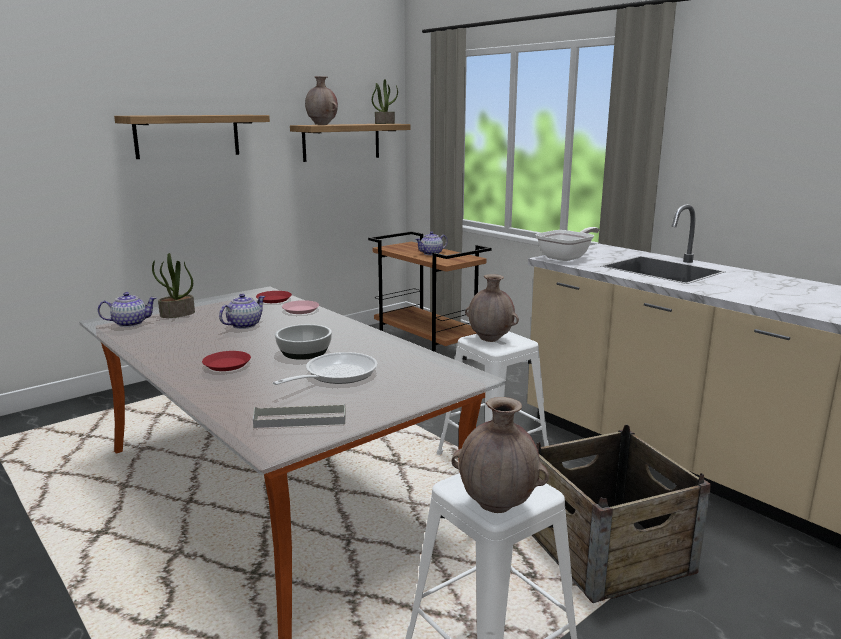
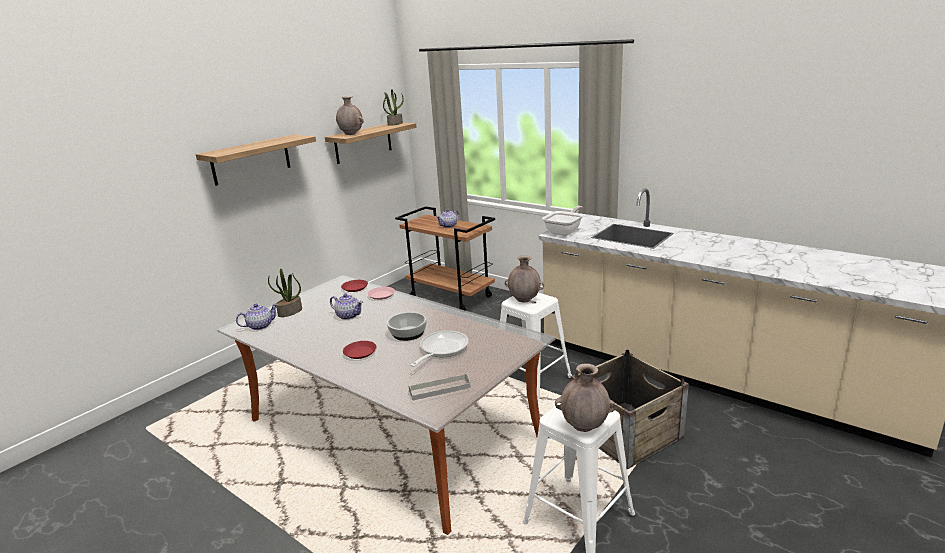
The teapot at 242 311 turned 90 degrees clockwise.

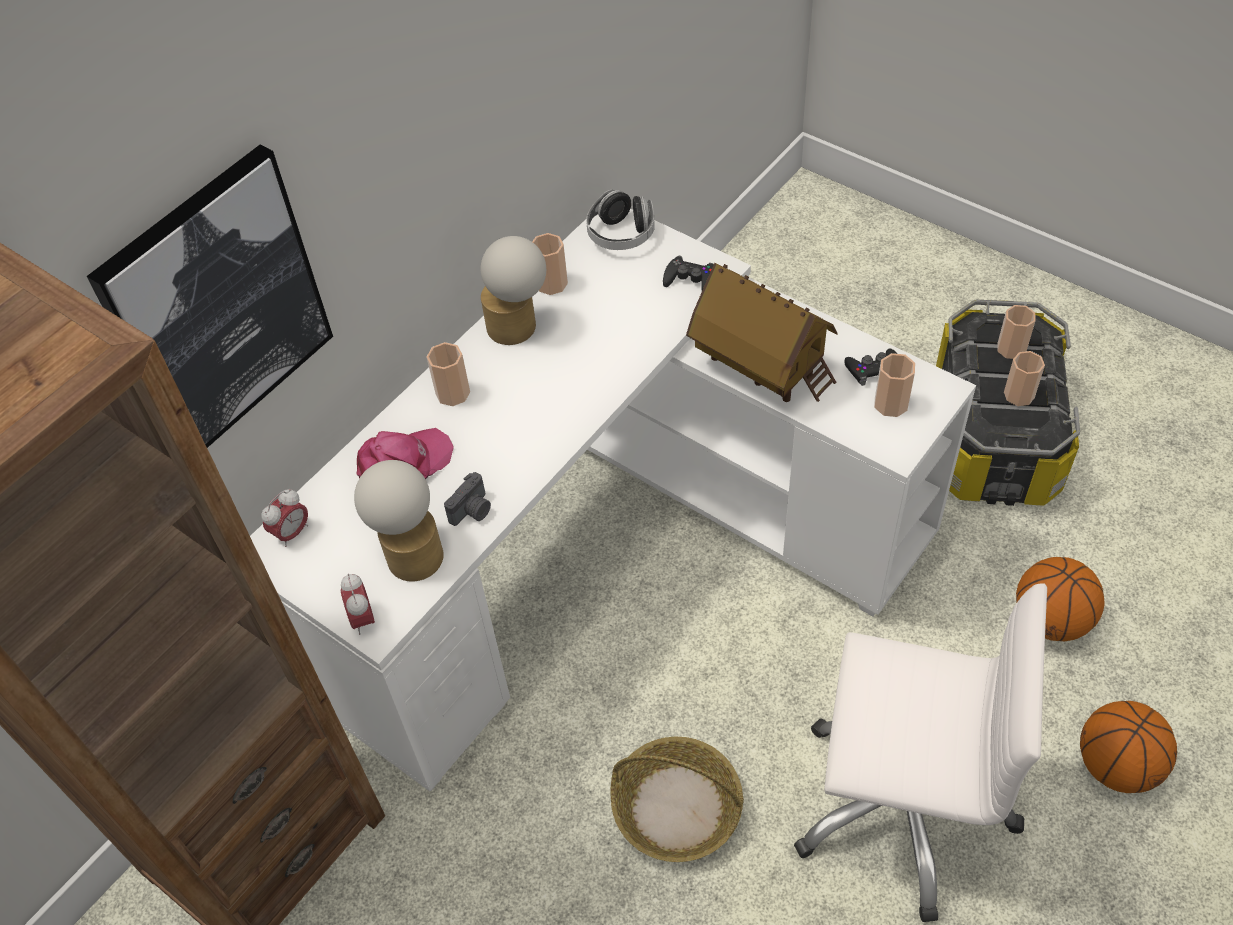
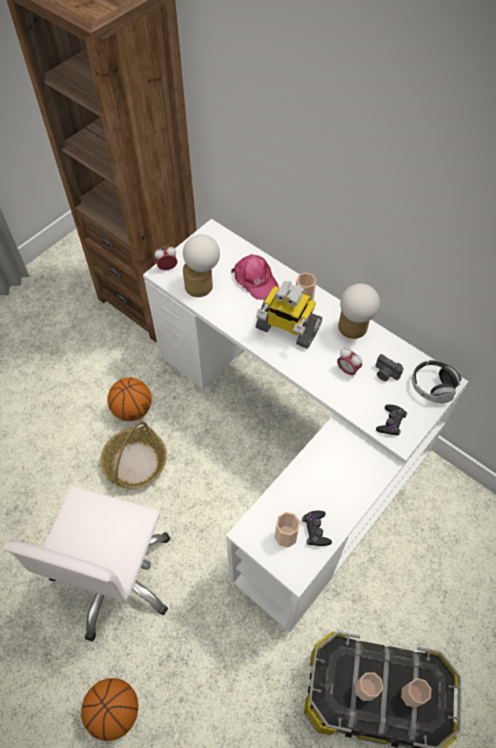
The picture at 210 296 disappeared. The cup at 550 264 disappeared. The toy house at 762 332 disappeared. The toy robot at 289 315 appeared. The alarm clock moved from 284 518 to 349 363. The photo camera moved from 467 499 to 390 367. The basketball moved from 1060 599 to 129 399.

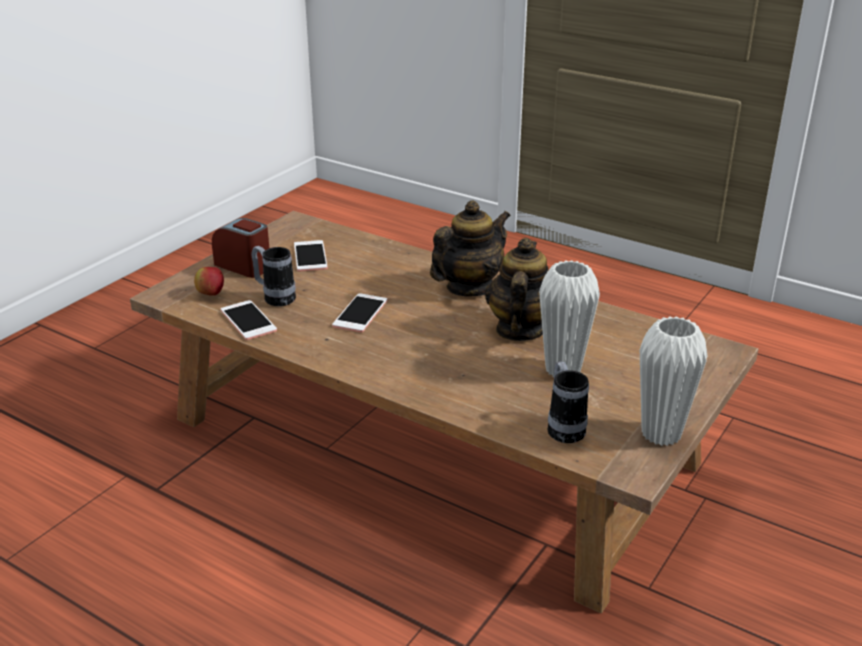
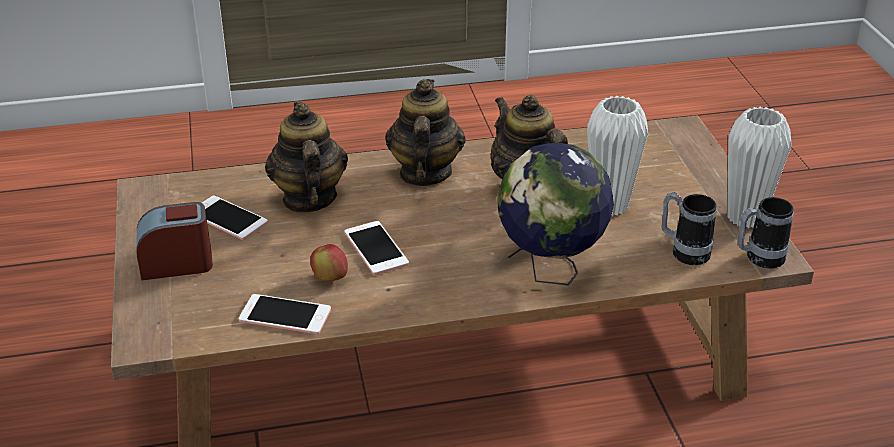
The teapot at 306 157 appeared. The globe at 555 214 appeared. The apple moved from 209 281 to 329 262. The mug moved from 273 276 to 766 233.

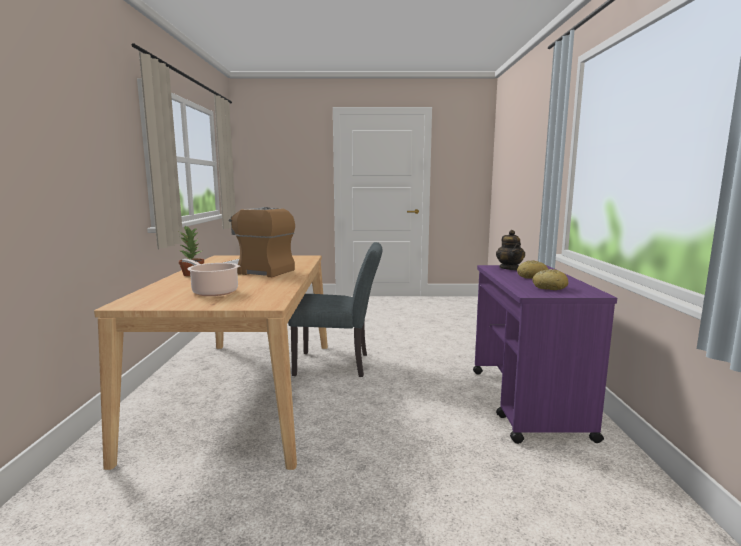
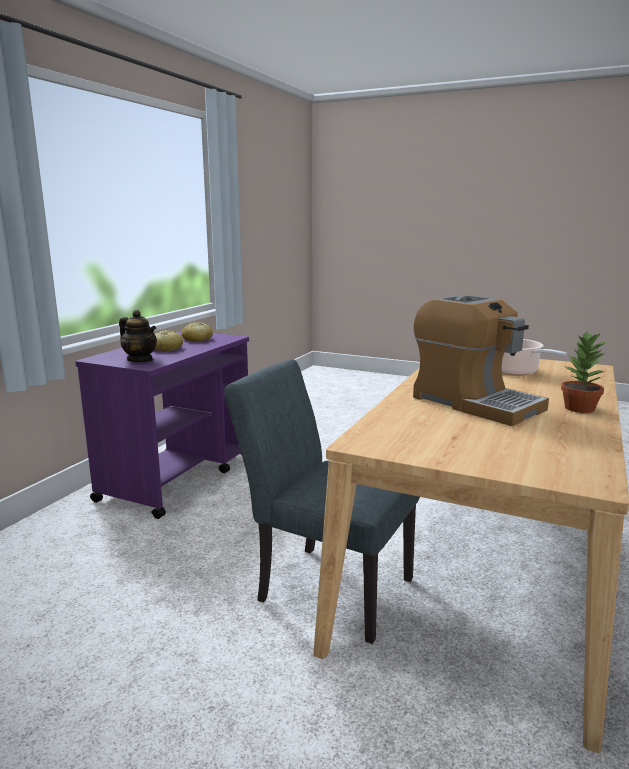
The teapot at 510 250 turned 105 degrees clockwise.

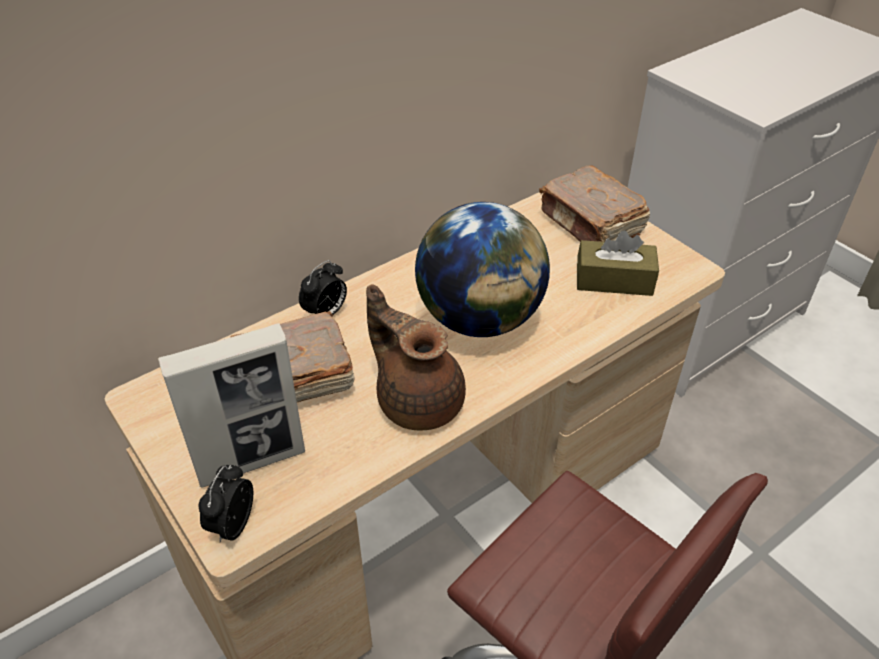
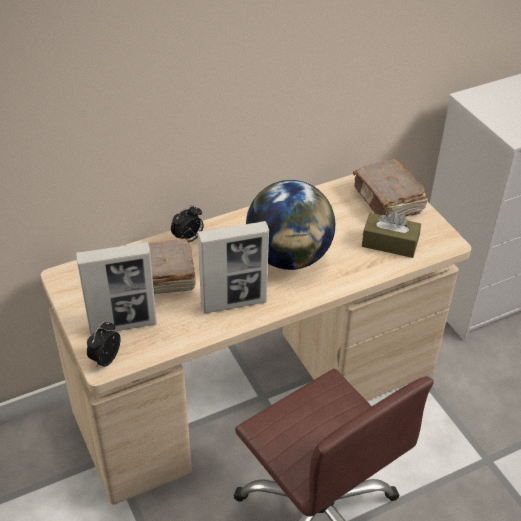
The brown teapot at 416 357 was replaced by the picture frame at 233 267.

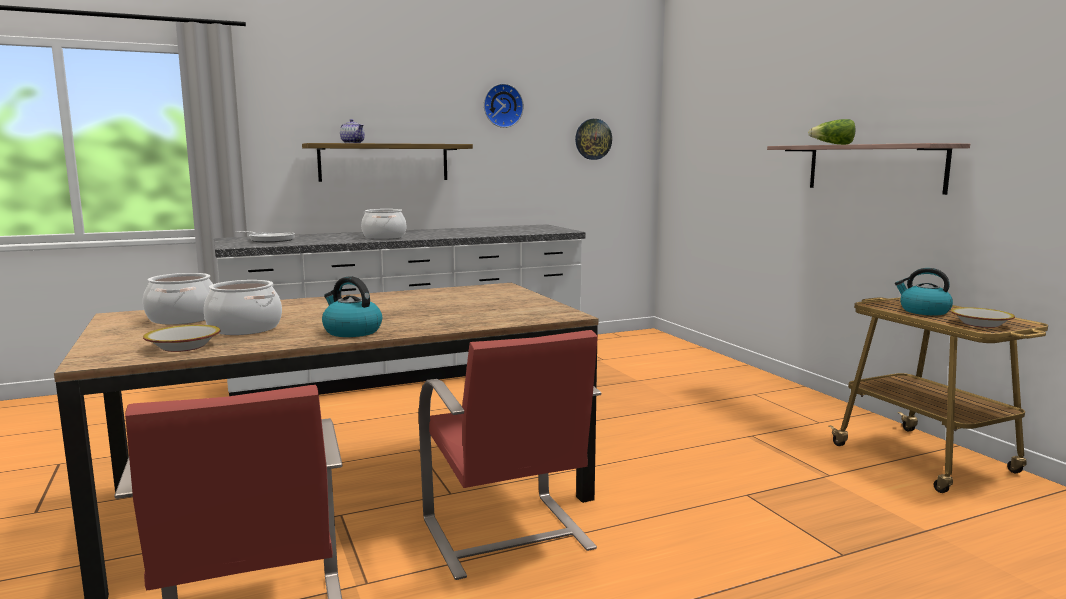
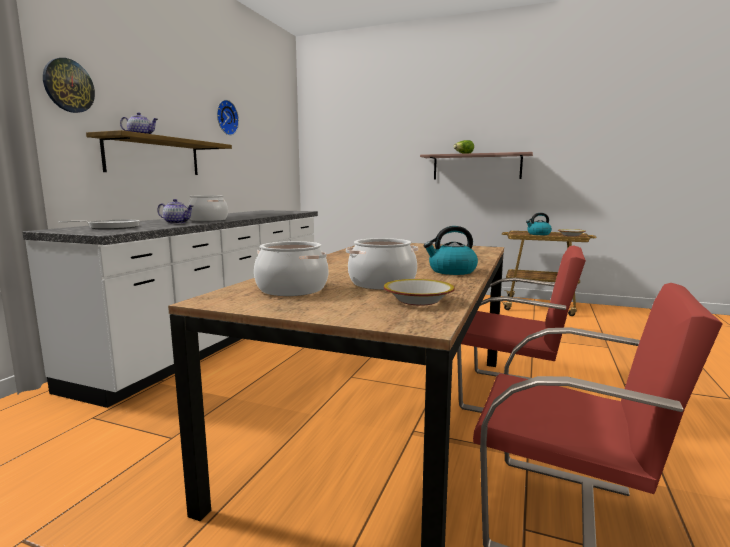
The teapot at 175 211 appeared. The wall clock moved from 593 139 to 69 85.

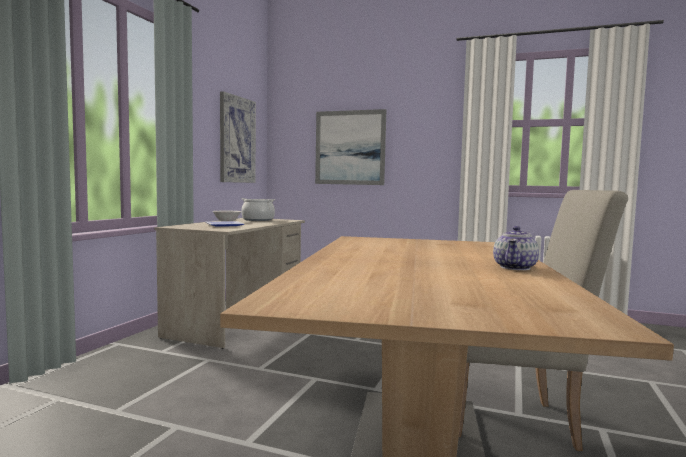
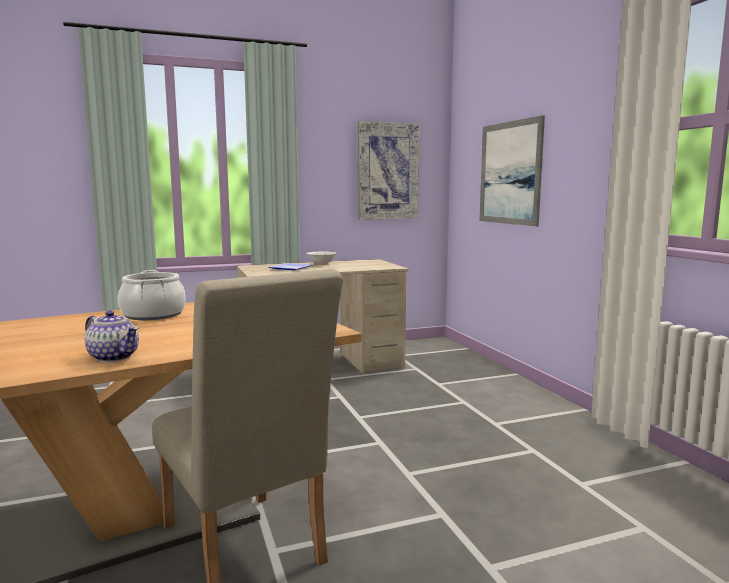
The cooking pot moved from 258 209 to 152 295. The teapot at 516 248 turned 135 degrees counterclockwise.

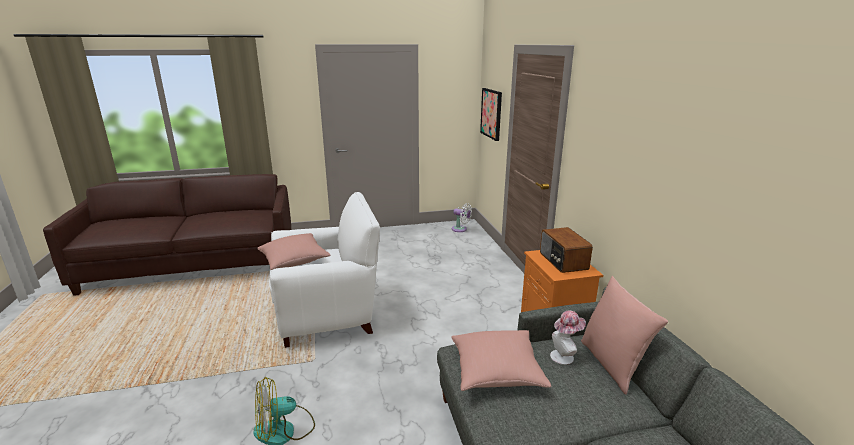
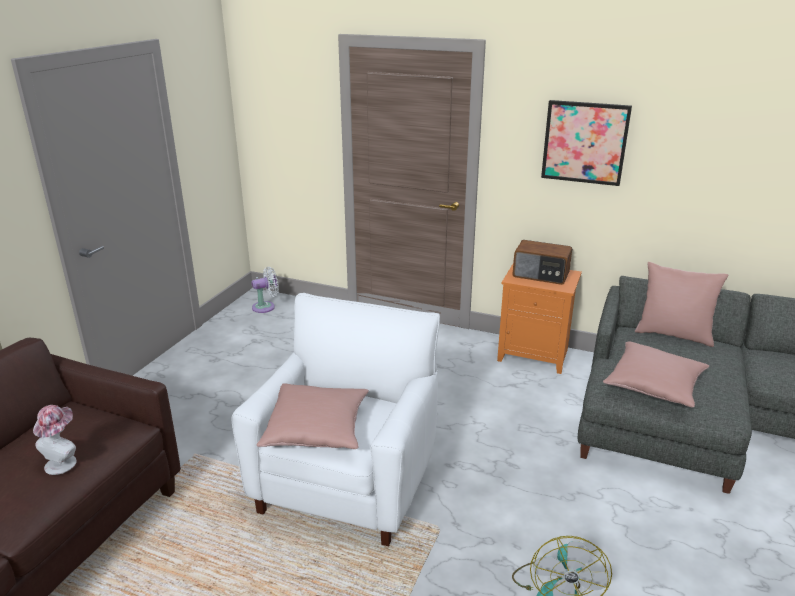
The picture moved from 491 114 to 586 143. The hat moved from 568 338 to 55 440.

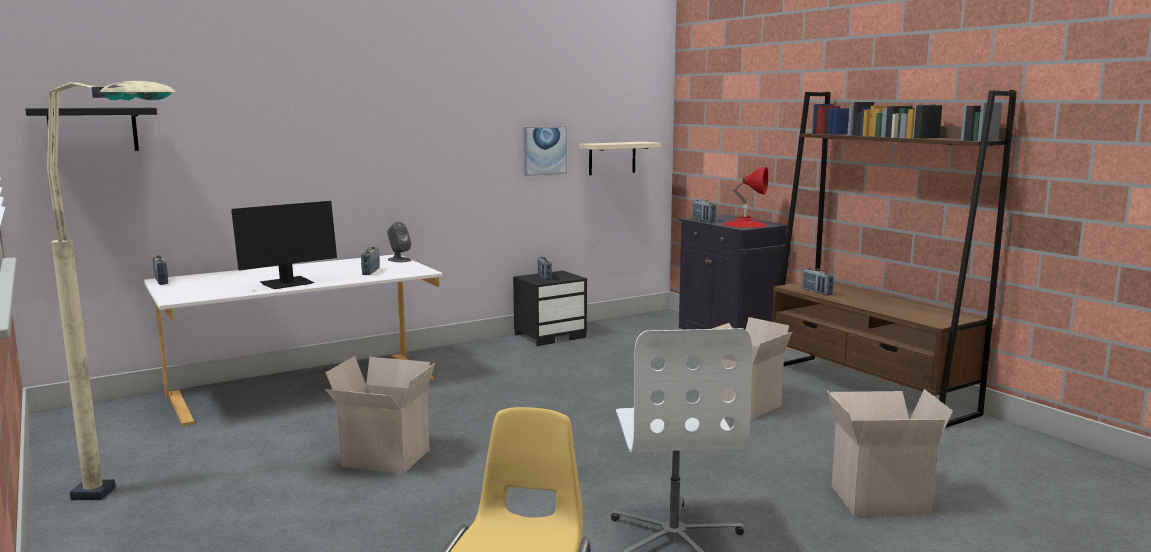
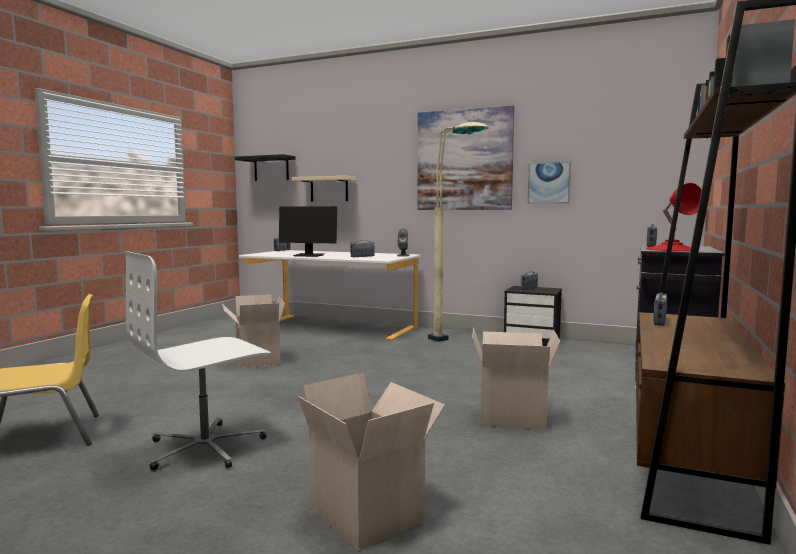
The picture at 465 157 appeared. The beige floor lamp moved from 111 290 to 458 232. The beige shelf moved from 620 158 to 324 189.

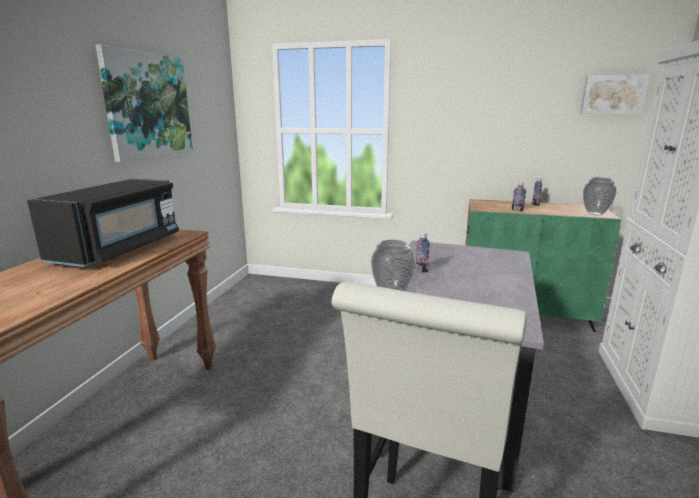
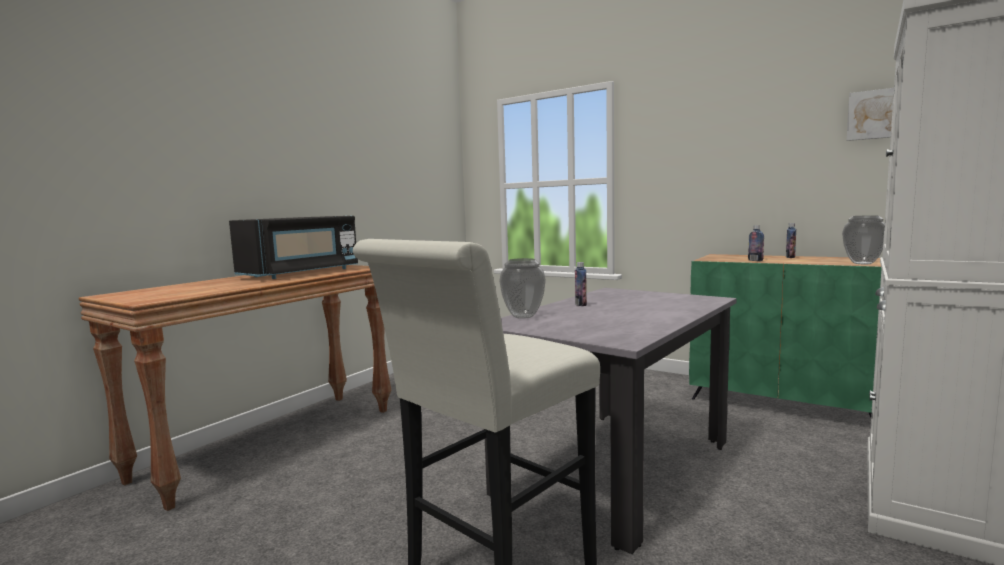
The picture at 144 103 disappeared.

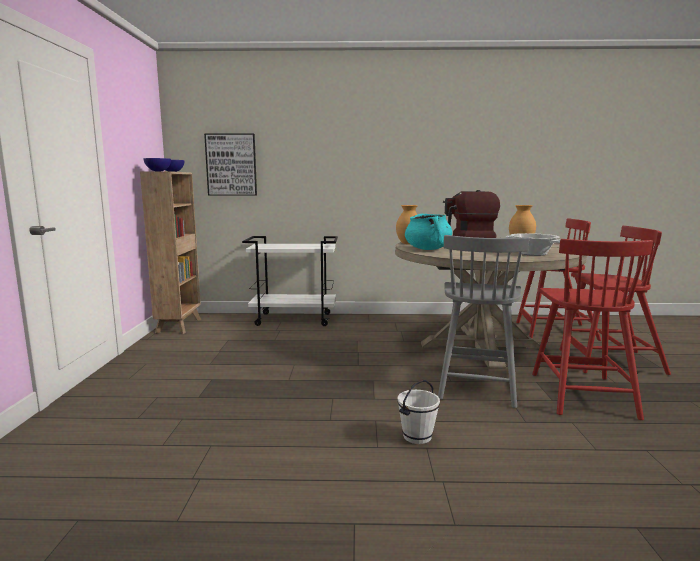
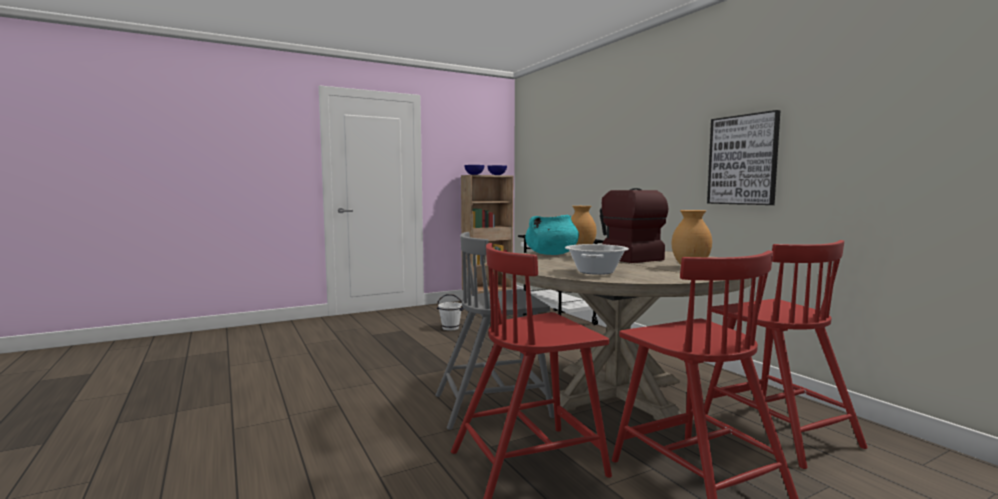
The picture moved from 230 164 to 744 157. The white bucket moved from 418 412 to 450 312.

